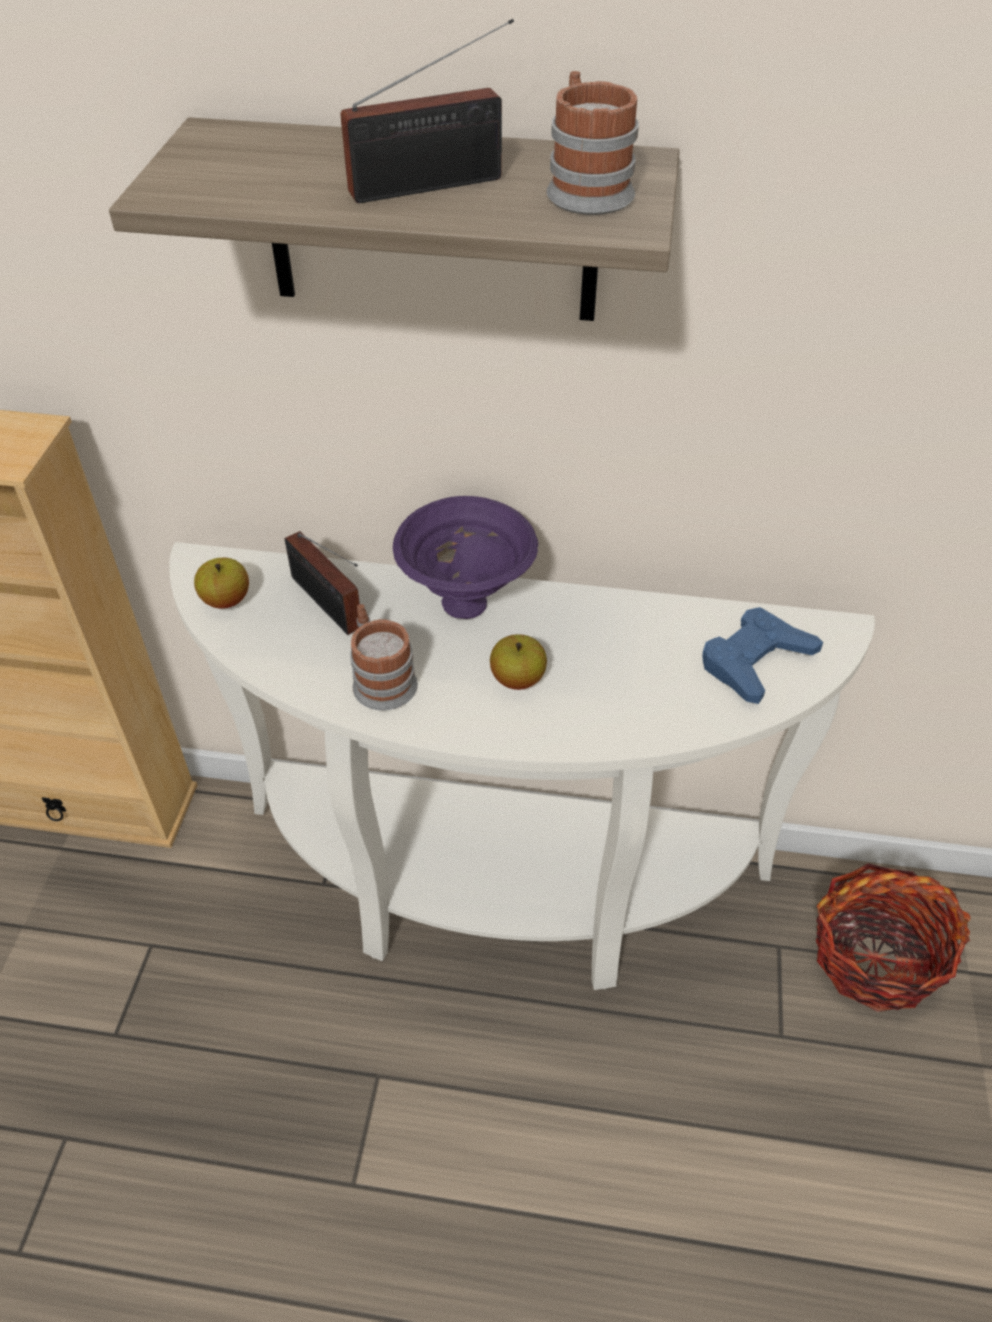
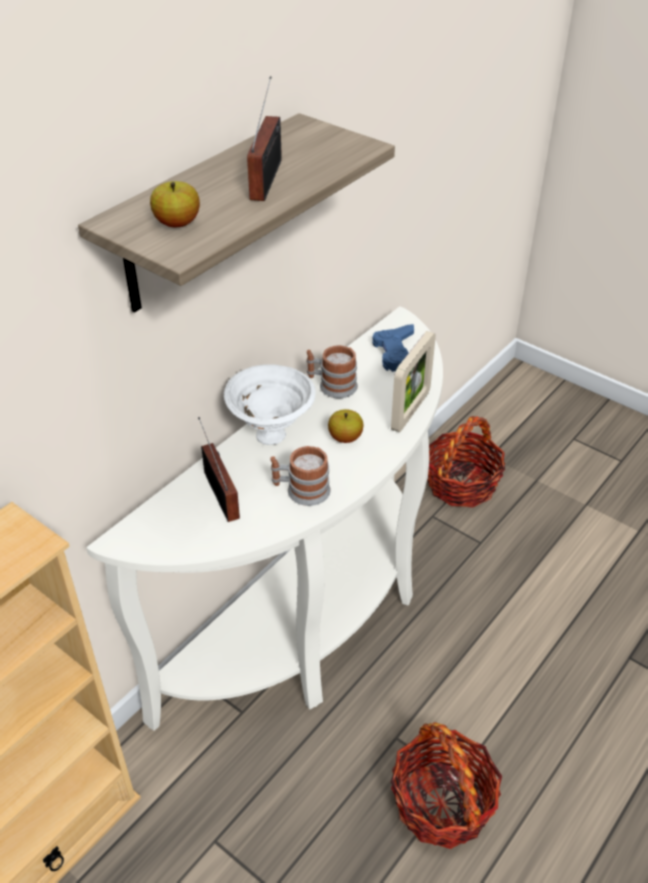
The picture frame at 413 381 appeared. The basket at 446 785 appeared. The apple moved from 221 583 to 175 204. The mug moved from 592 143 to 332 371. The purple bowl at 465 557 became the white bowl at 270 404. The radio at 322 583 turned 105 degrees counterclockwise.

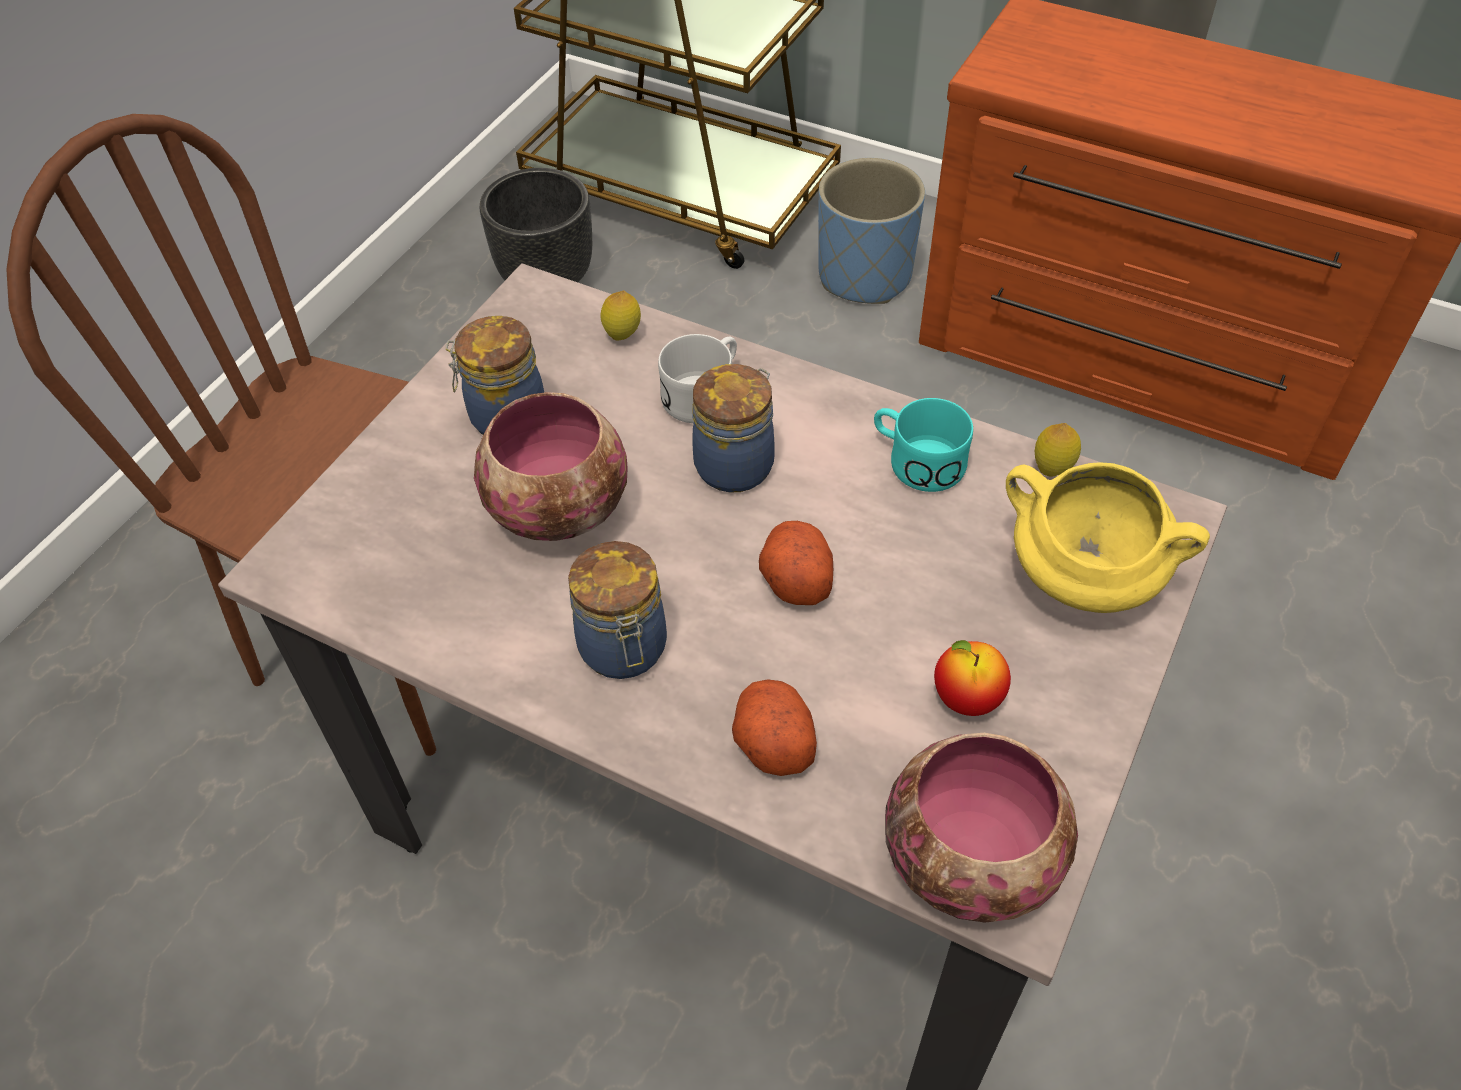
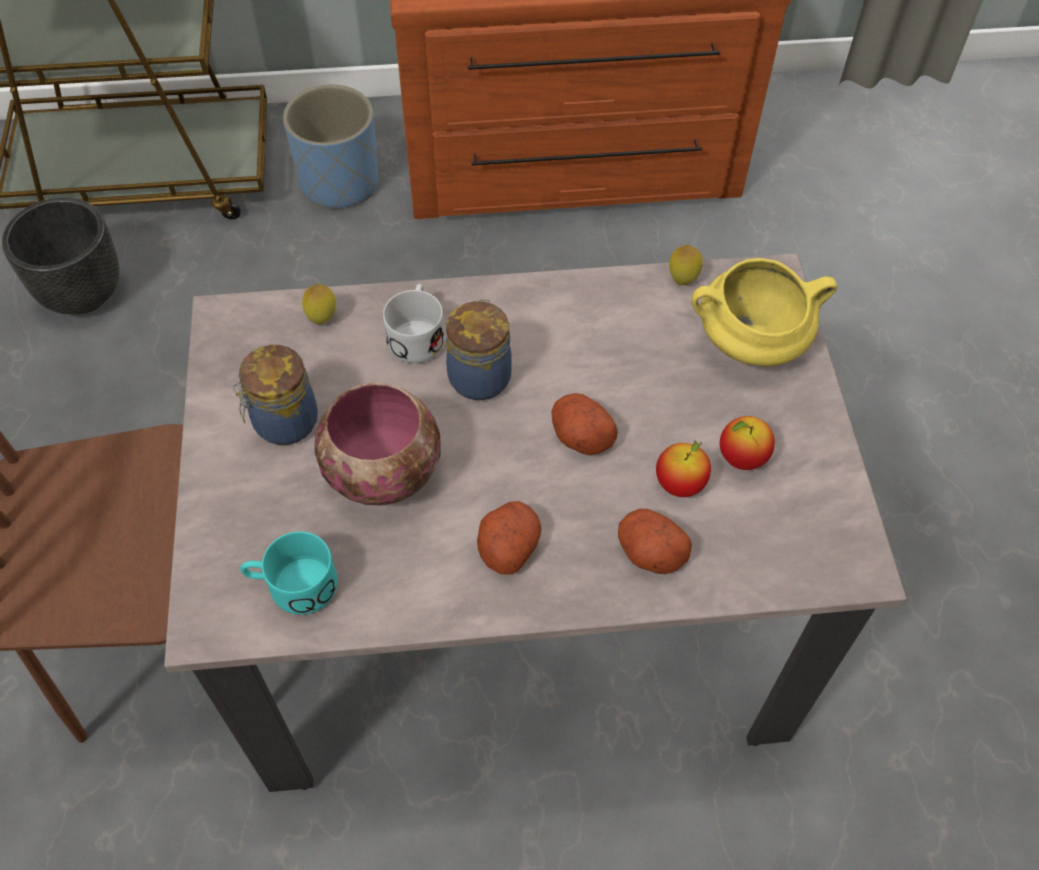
The bowl at 981 827 disappeared. The apple at 683 468 appeared. The turquoise mug moved from 923 445 to 289 573. The jar at 617 610 was replaced by the potato at 509 537.

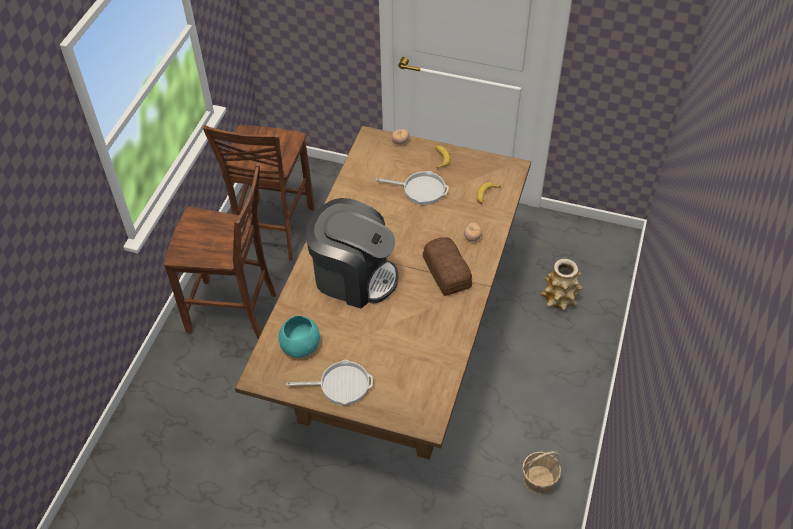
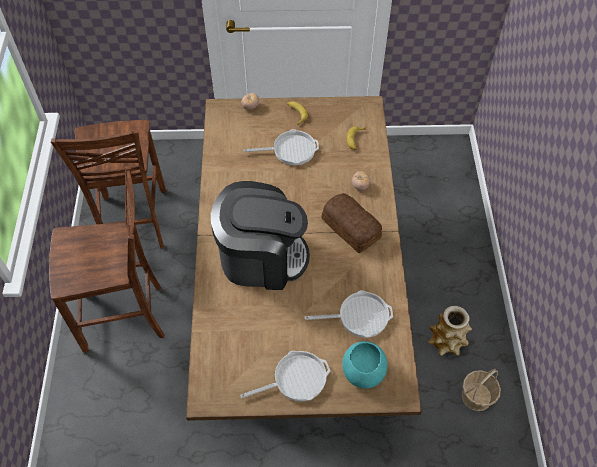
The frying pan at 349 314 appeared. The turquoise bowl moved from 299 337 to 365 365. The vase moved from 561 285 to 450 331.

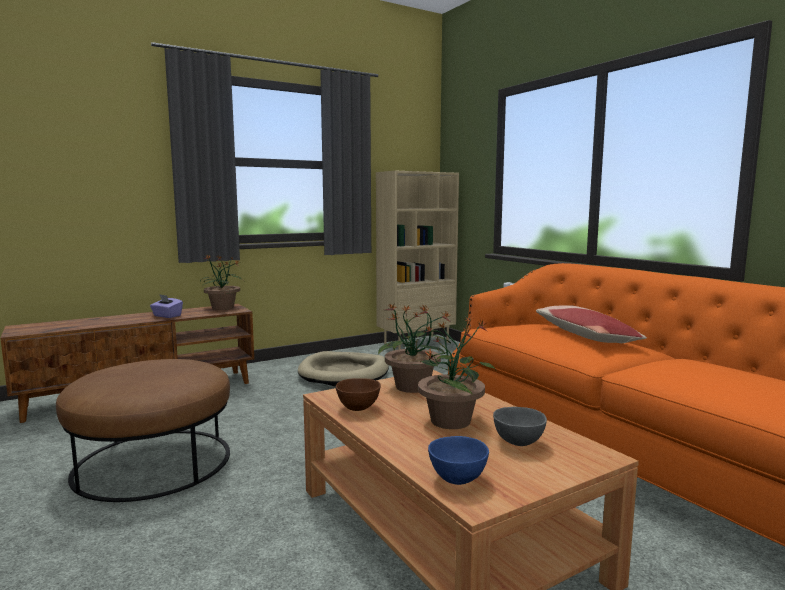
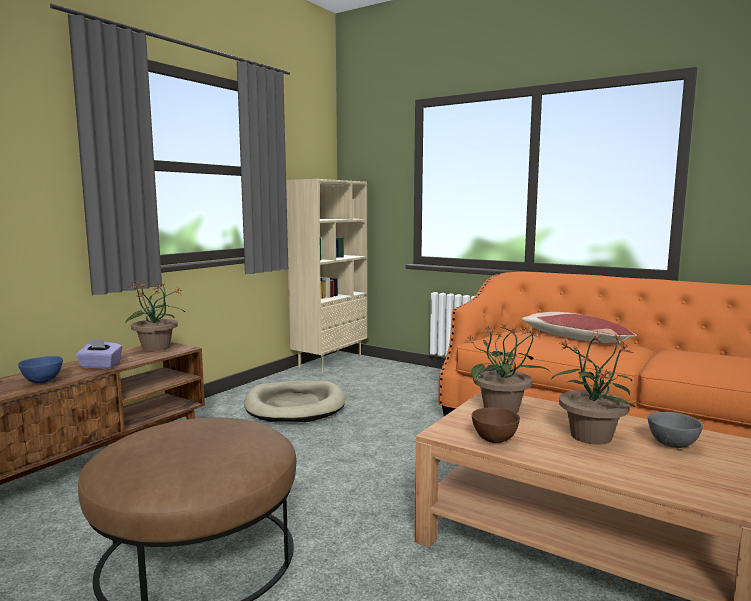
The blue bowl moved from 458 460 to 40 369.

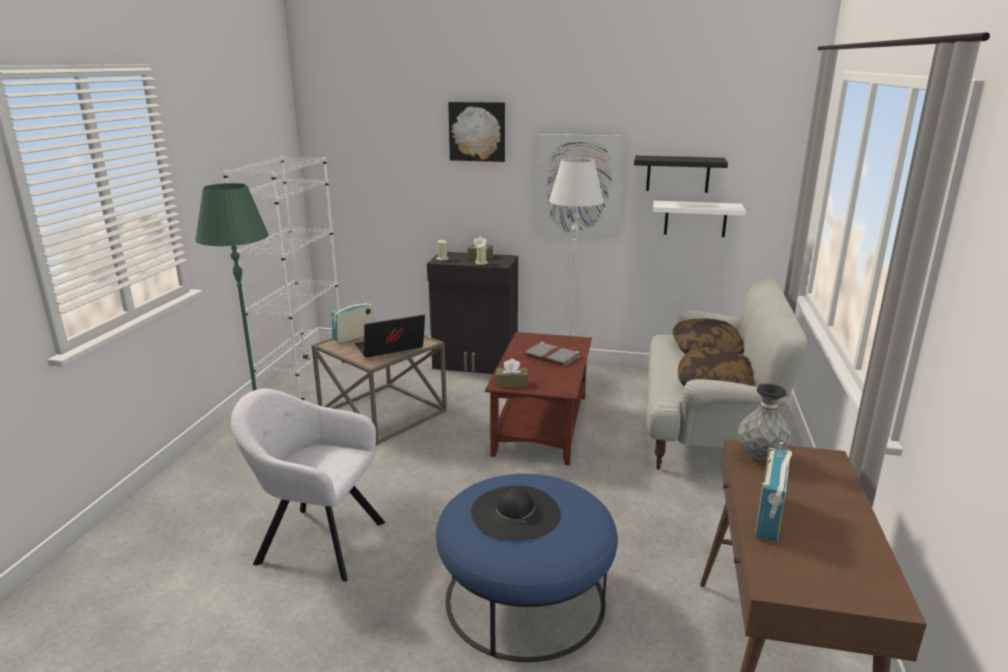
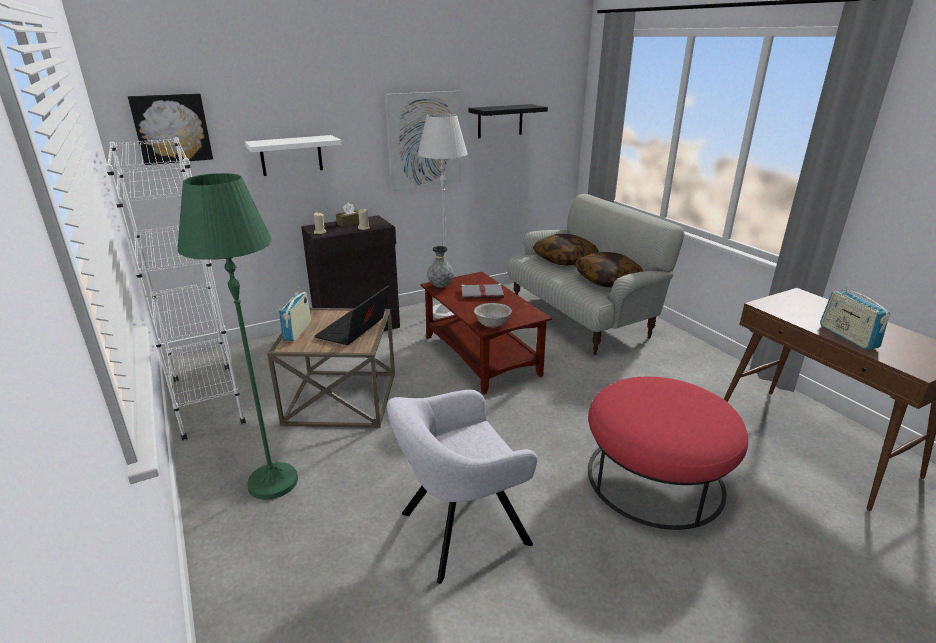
The black hat at 516 512 disappeared. The picture moved from 476 132 to 170 129. The white shelf moved from 699 219 to 292 155. The grey vase moved from 765 422 to 440 267. The brown tissue box at 512 373 was replaced by the white bowl at 493 315. The blue ottoman at 527 568 became the red ottoman at 668 453.

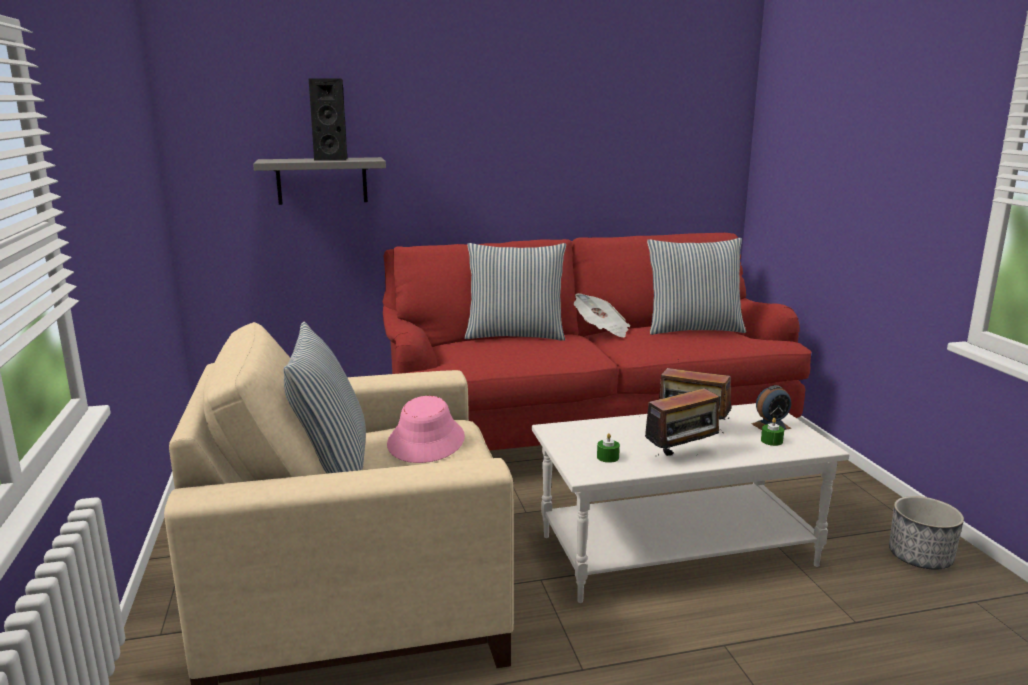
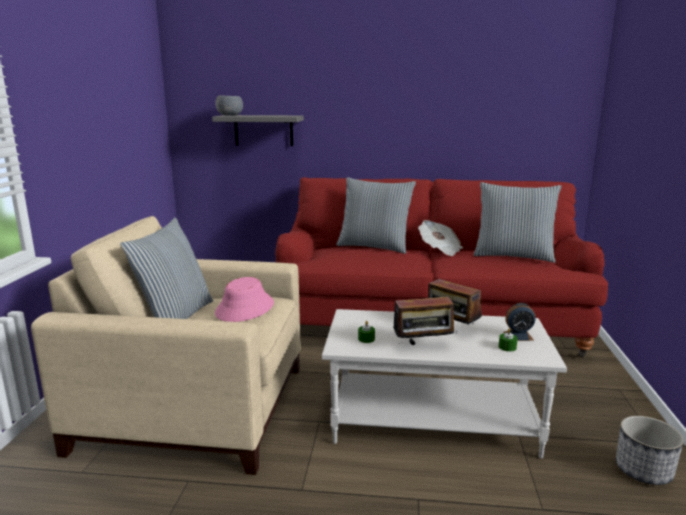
The black speaker at 328 120 disappeared. The grey bowl at 229 106 appeared.

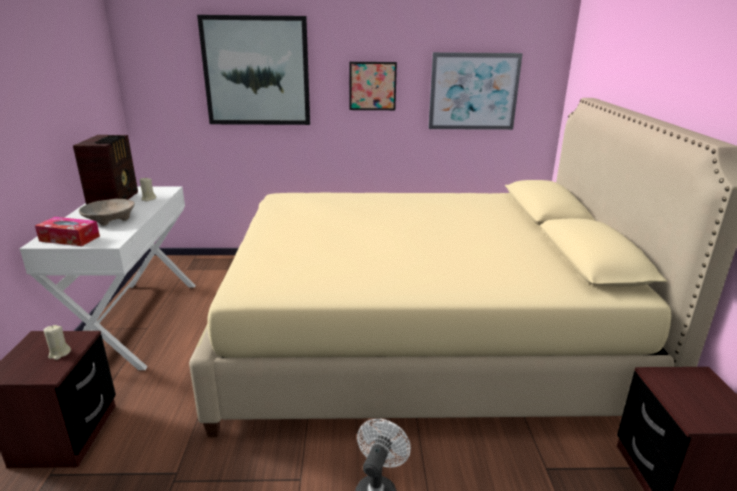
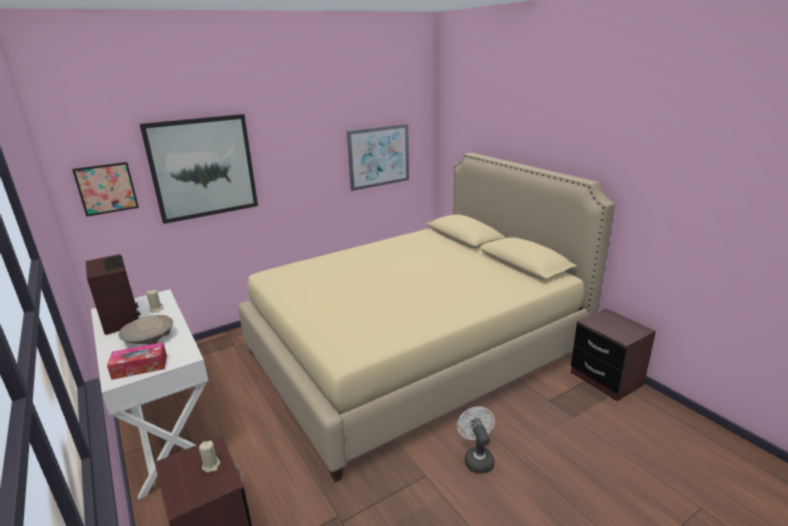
The picture moved from 373 86 to 105 189.

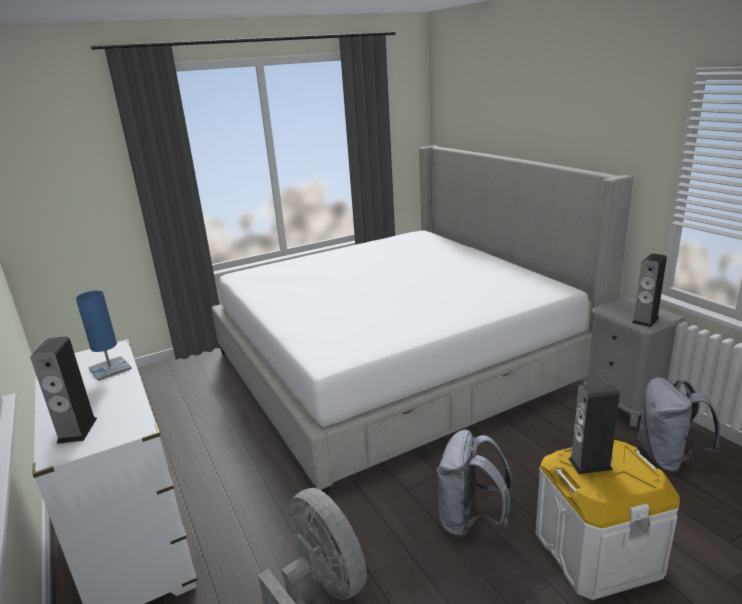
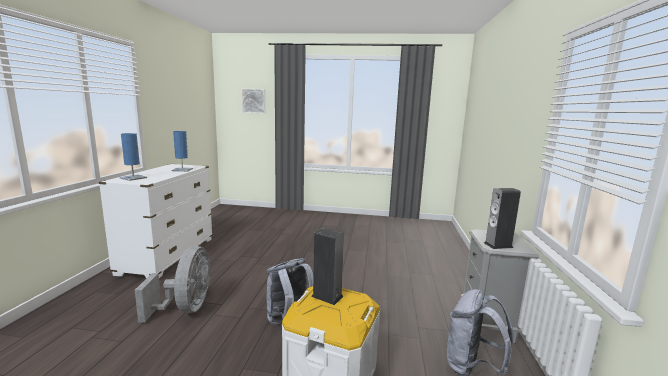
The bed at 422 320 disappeared. The picture at 253 101 appeared. The speaker at 63 390 was replaced by the blue table lamp at 133 157.

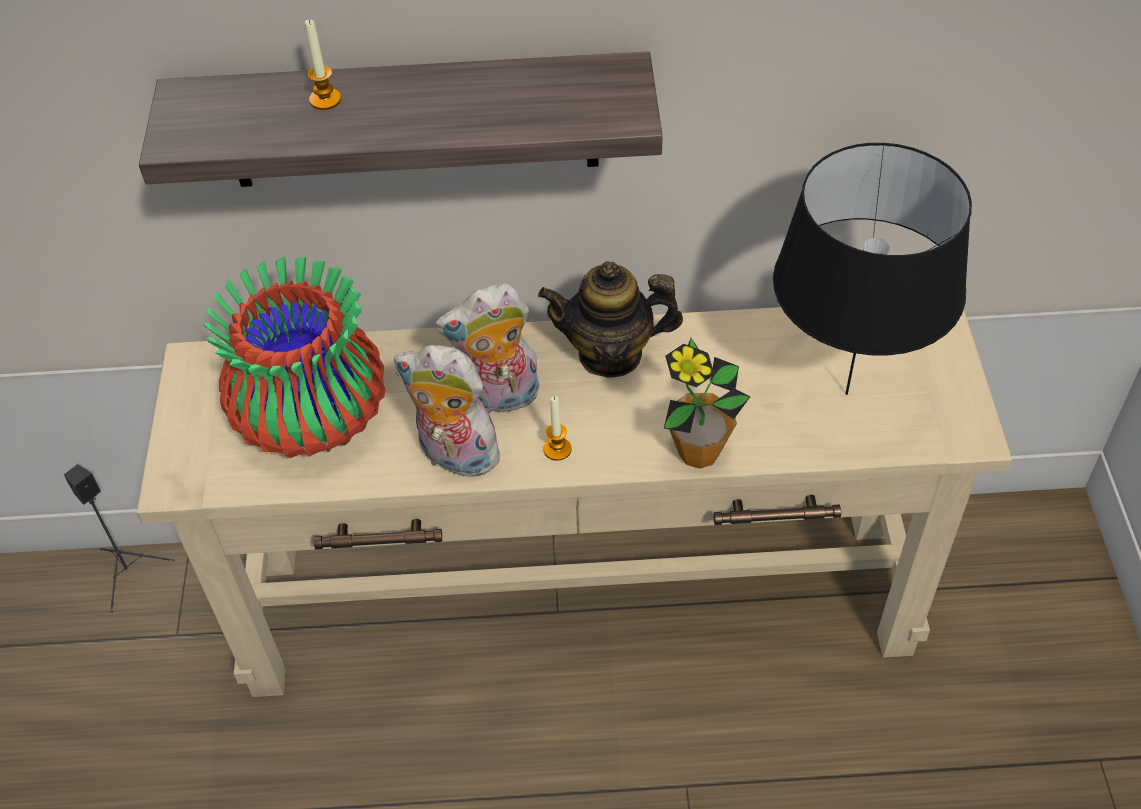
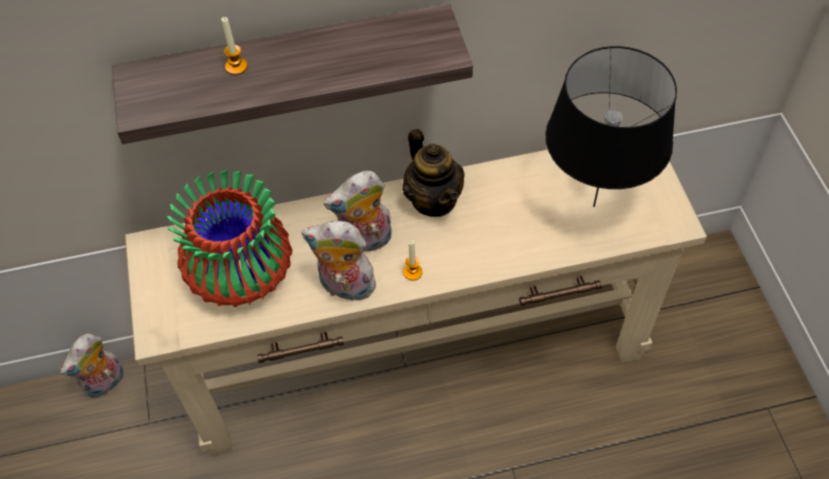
The potted plant at 707 403 disappeared. The black speaker at 119 538 was replaced by the plush toy at 92 366. The teapot at 610 319 turned 105 degrees counterclockwise.

